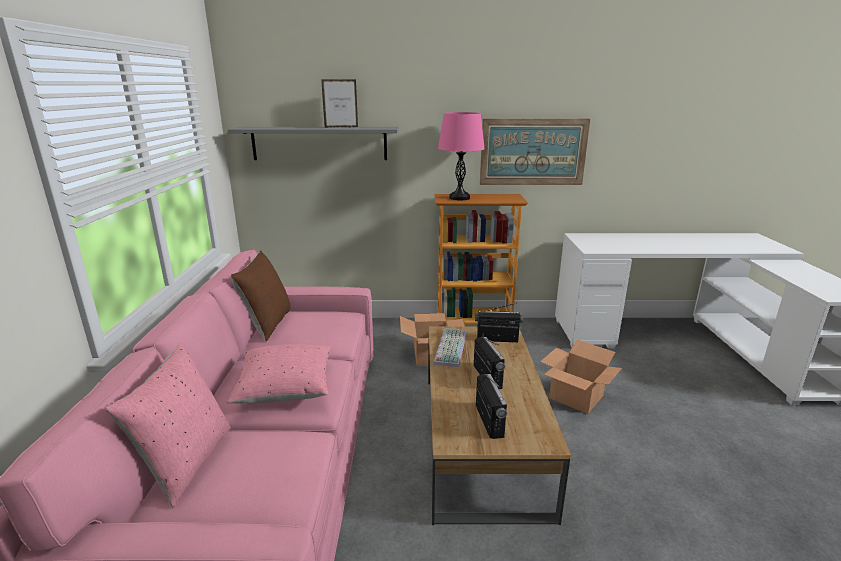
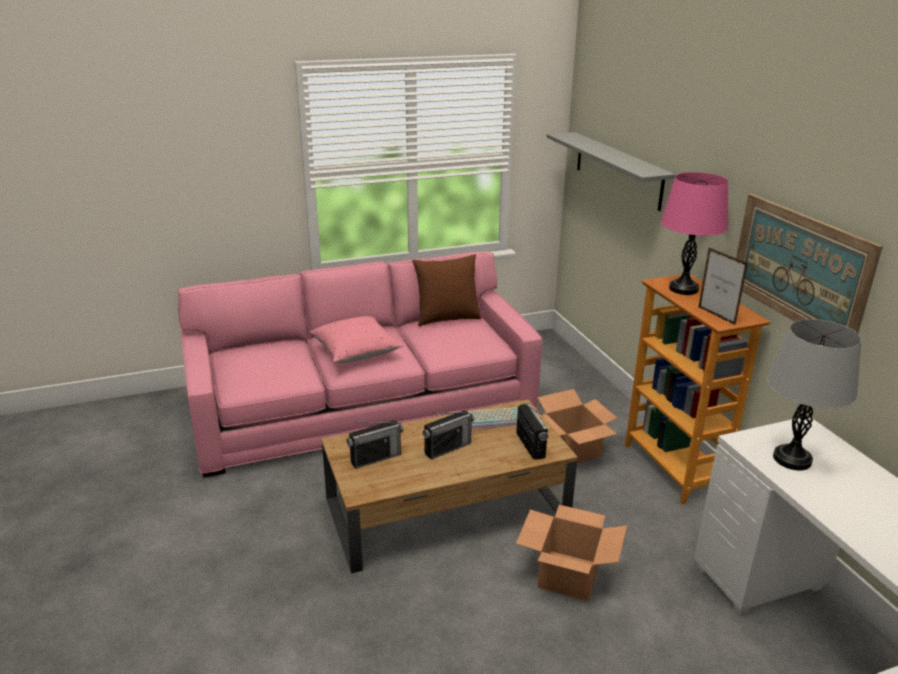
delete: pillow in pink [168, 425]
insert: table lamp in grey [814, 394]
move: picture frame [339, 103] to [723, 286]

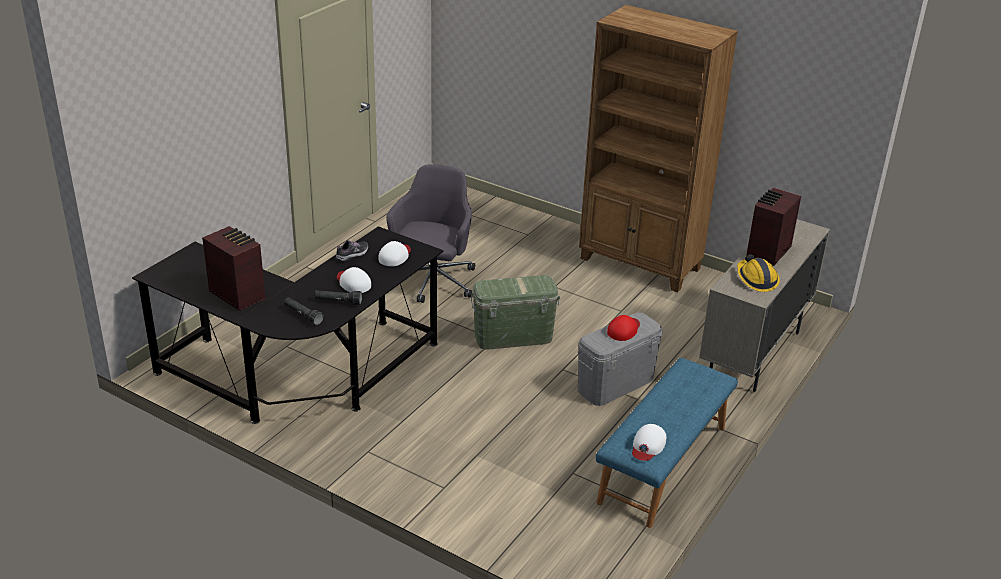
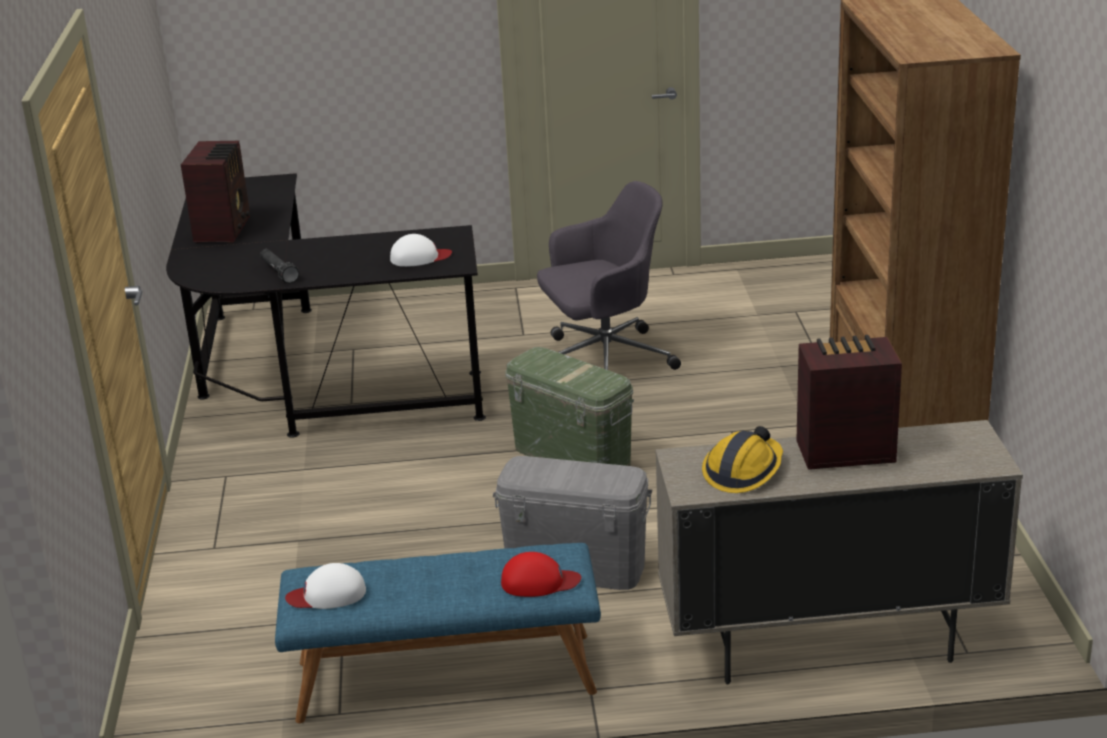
delete: flashlight in black [304, 311]; shoe [352, 251]; cap in white [354, 280]
move: cap in red [623, 328] to [541, 574]

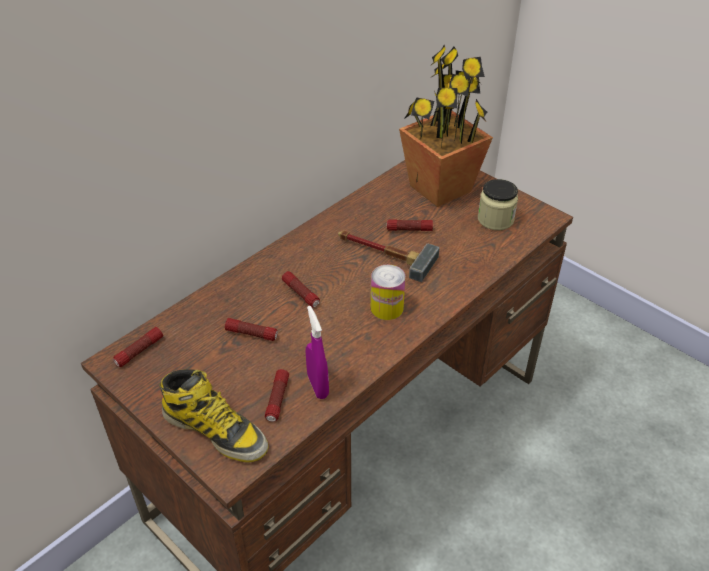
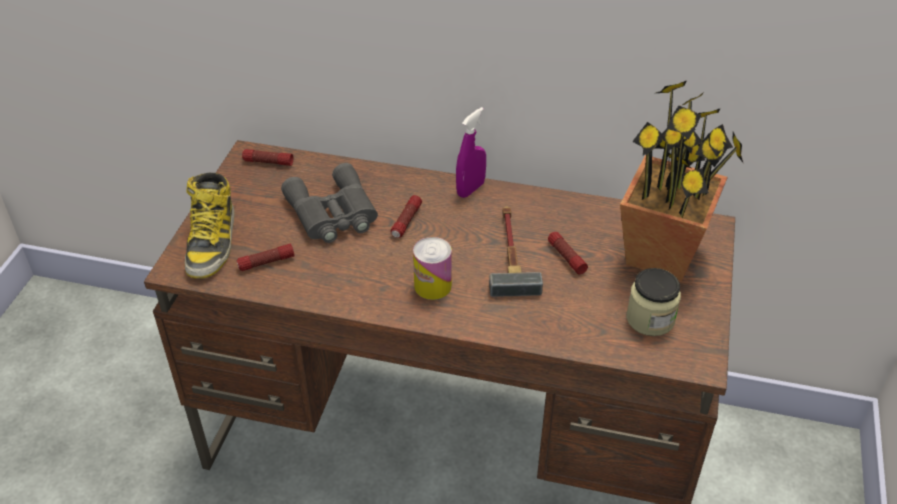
move: spray bottle in purple [317, 352] to [471, 152]
replace: flashlight [251, 329] to binoculars in grey [329, 203]

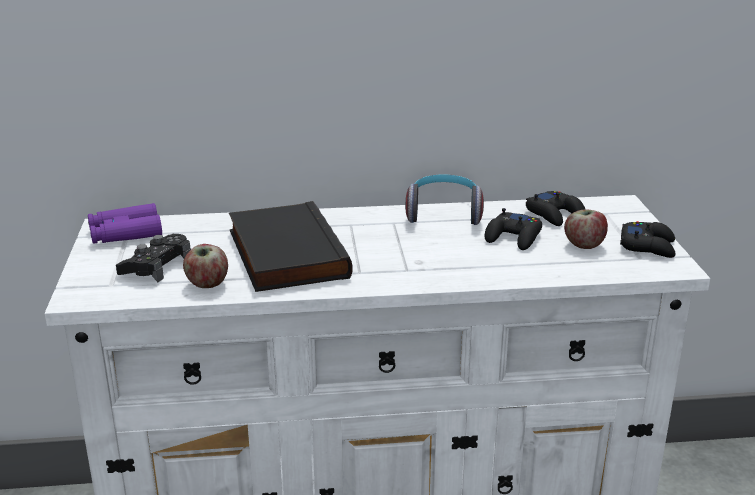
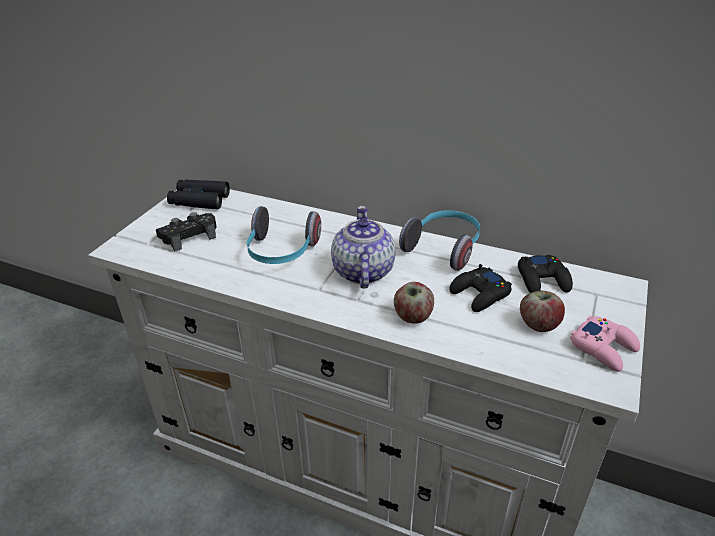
insert: teapot [363, 247]
move: apple [205, 266] to [414, 303]
replace: book in black [290, 246] to headphones [284, 235]
recolor: binoculars in purple [125, 223] to binoculars in black [198, 194]; game controller in black [647, 239] to game controller in pink [605, 344]

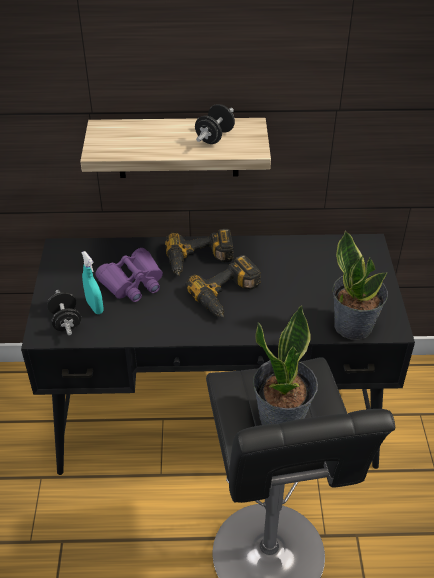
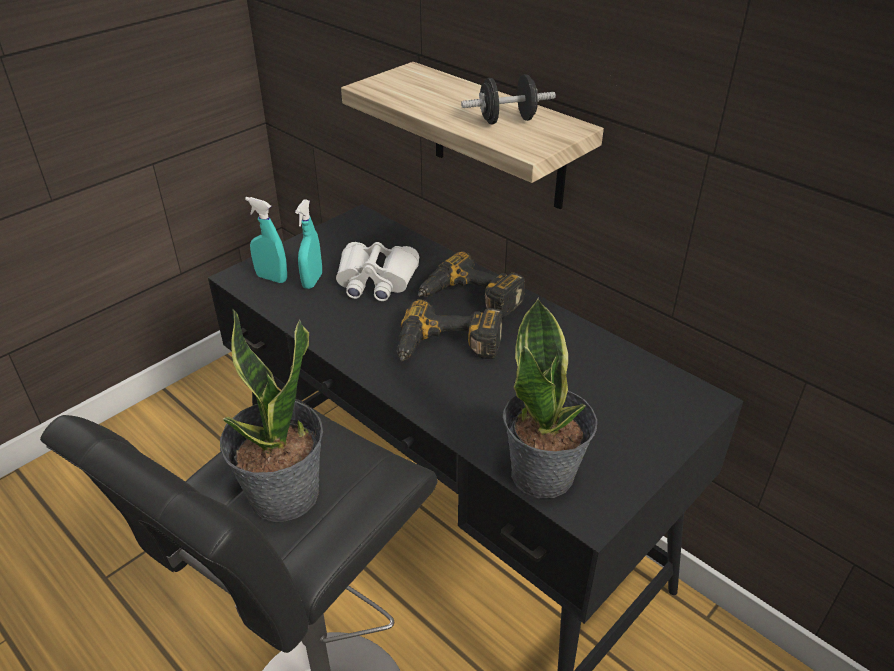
replace: dumbbell in black [64, 313] to spray bottle in turquoise [266, 240]
recolor: binoculars in purple [129, 275] to binoculars in white [377, 271]

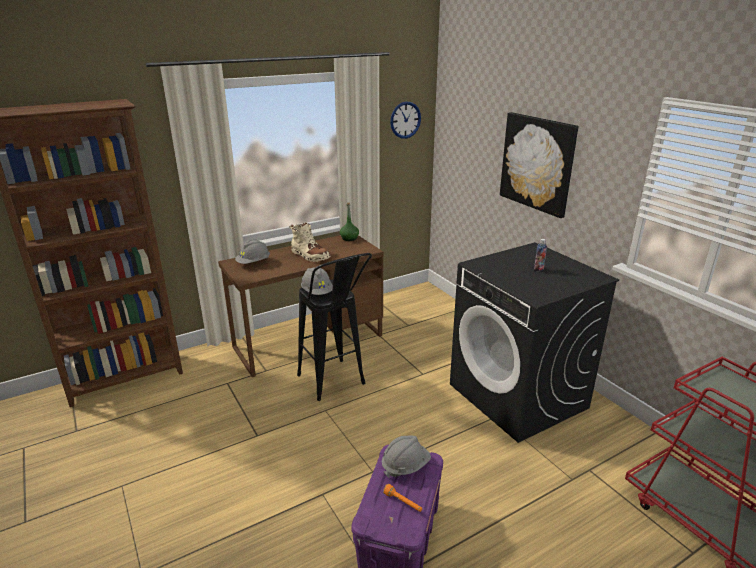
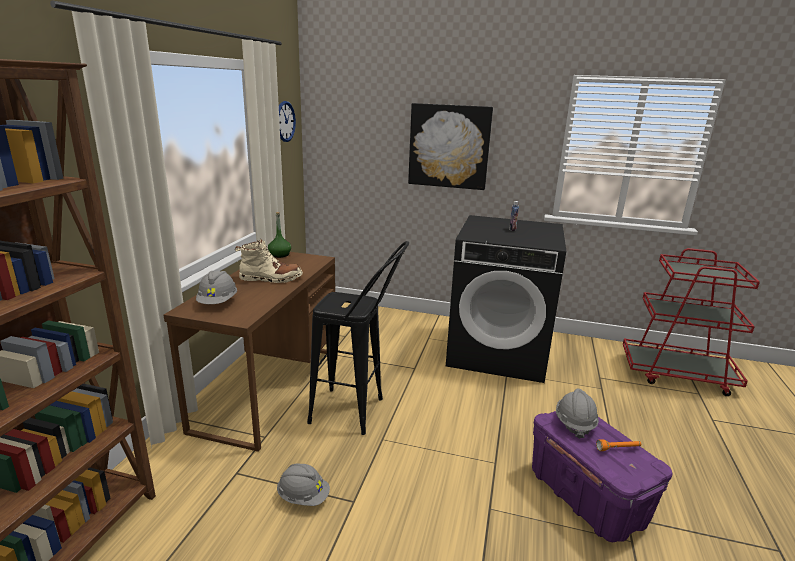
move: hard hat in grey [317, 281] to [303, 485]

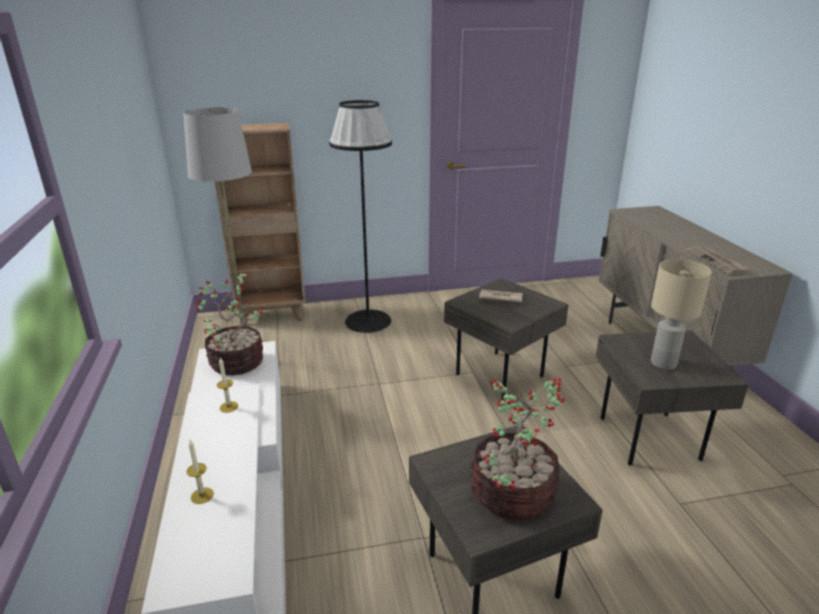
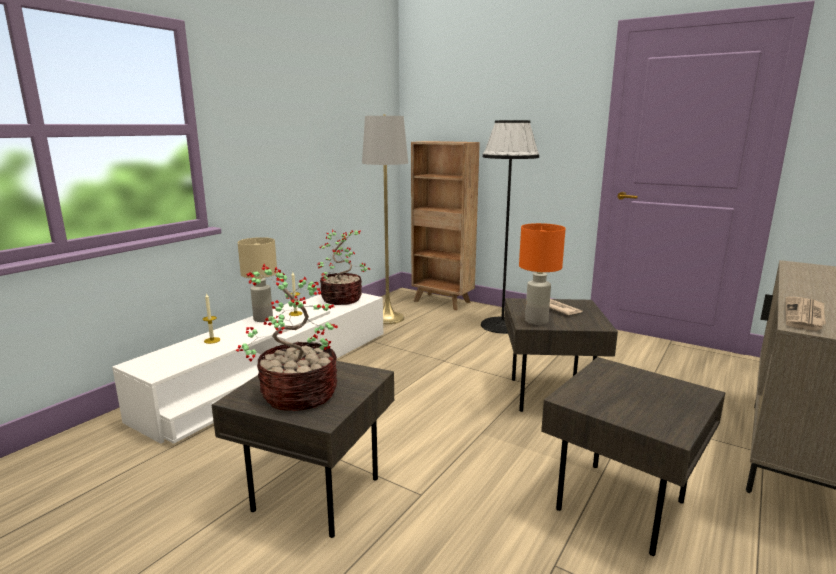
insert: table lamp in orange [542, 274]
move: table lamp in beige [681, 314] to [257, 279]

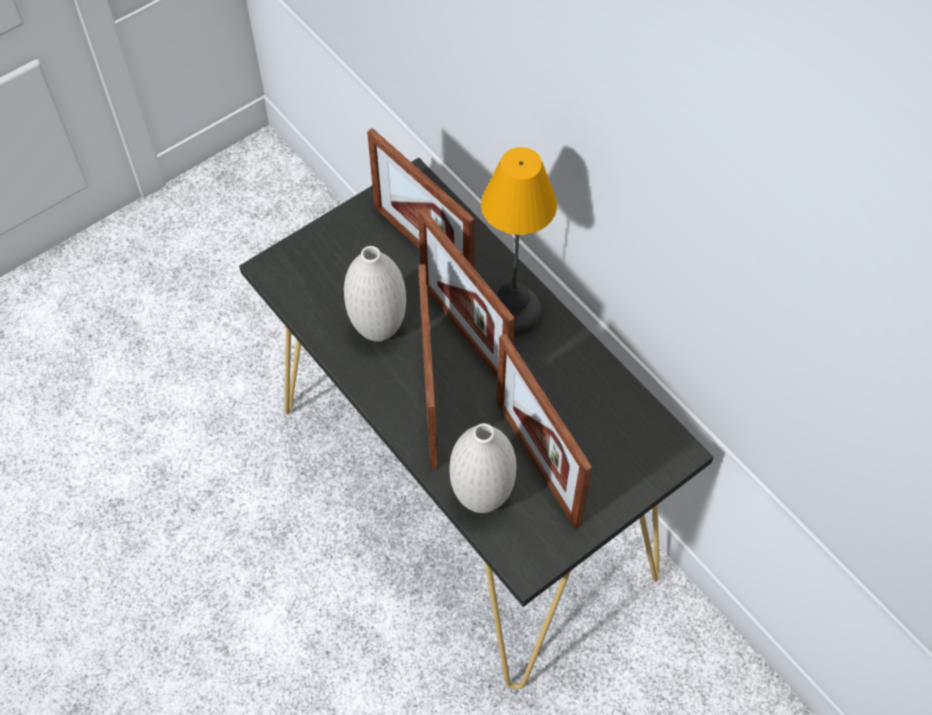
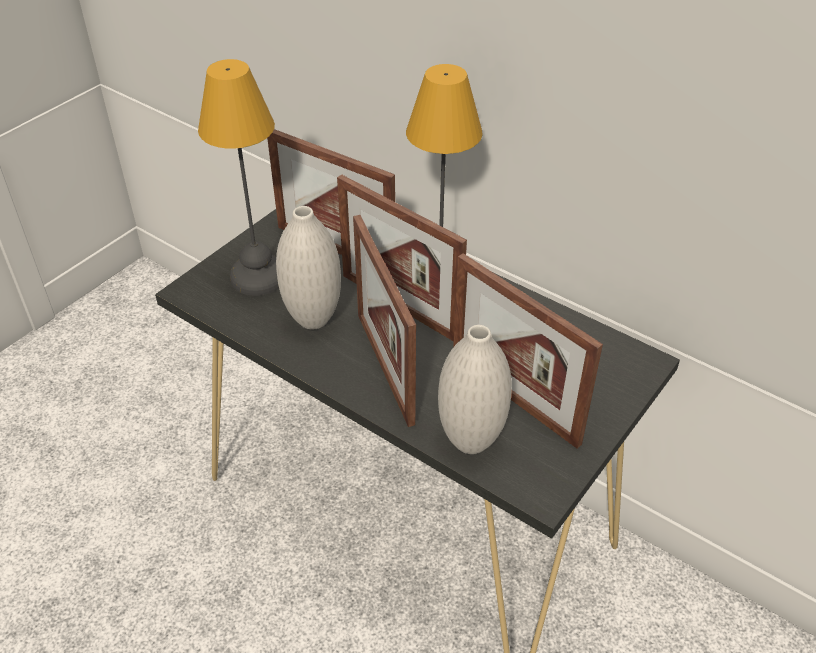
insert: table lamp [238, 177]

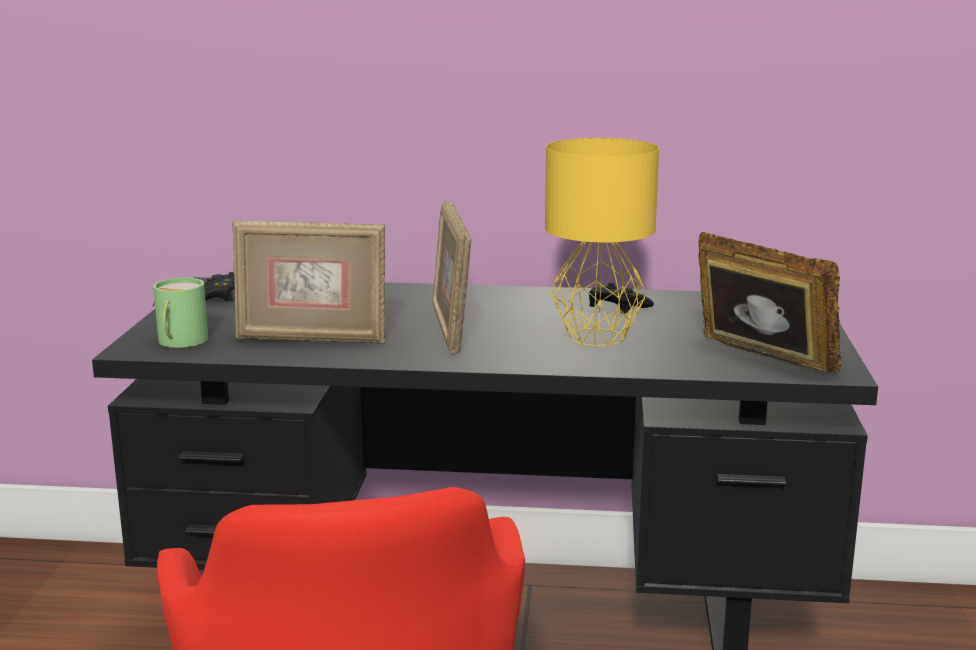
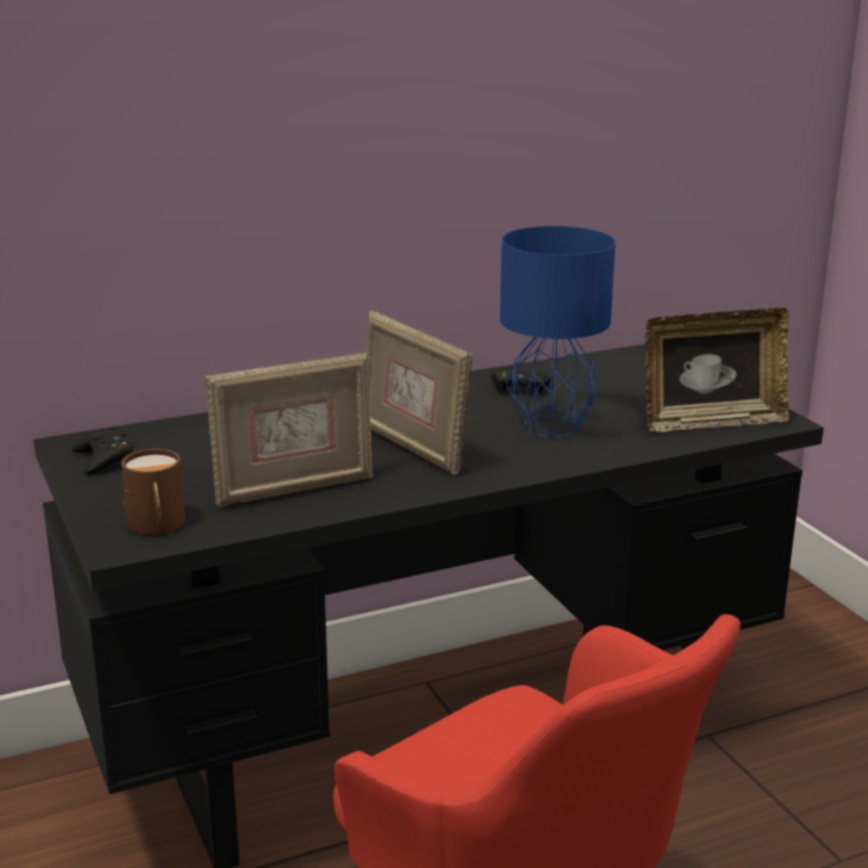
recolor: mug in green [180, 313] to mug in brown [153, 492]; table lamp in yellow [602, 242] to table lamp in blue [558, 331]
rotate: picture frame [769, 302] = [717, 370] 150 degrees clockwise

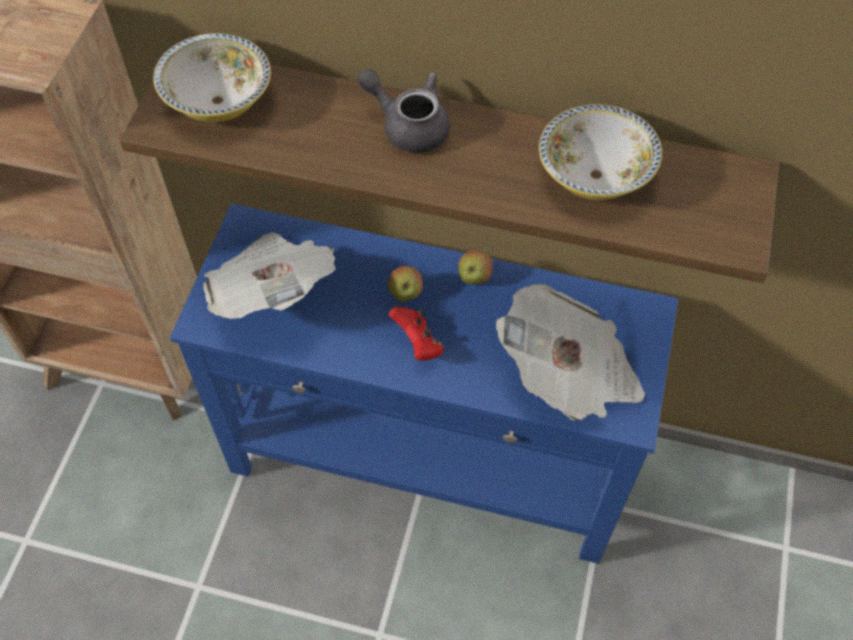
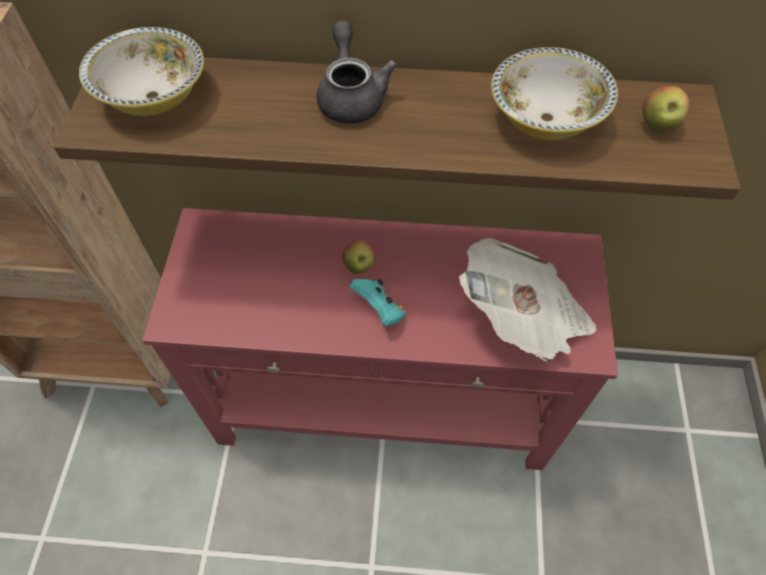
delete: newspaper [269, 275]
move: apple [475, 267] to [665, 108]
recolor: console table in blue [424, 384] to console table in red [380, 339]; game controller in red [416, 334] to game controller in turquoise [378, 302]
rotate: teapot in grey [403, 111] = [356, 72] 60 degrees clockwise

